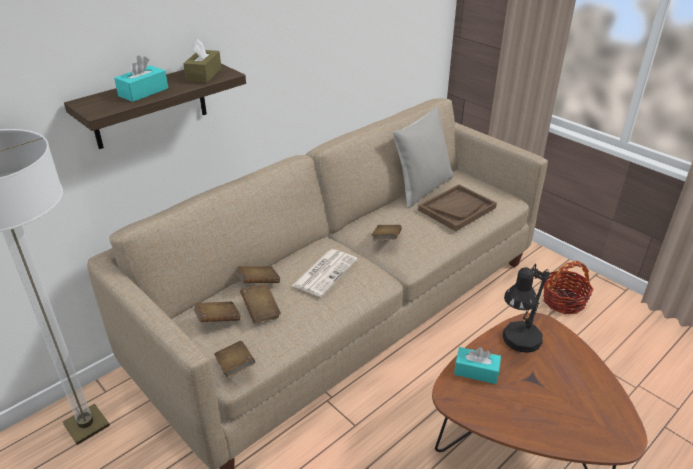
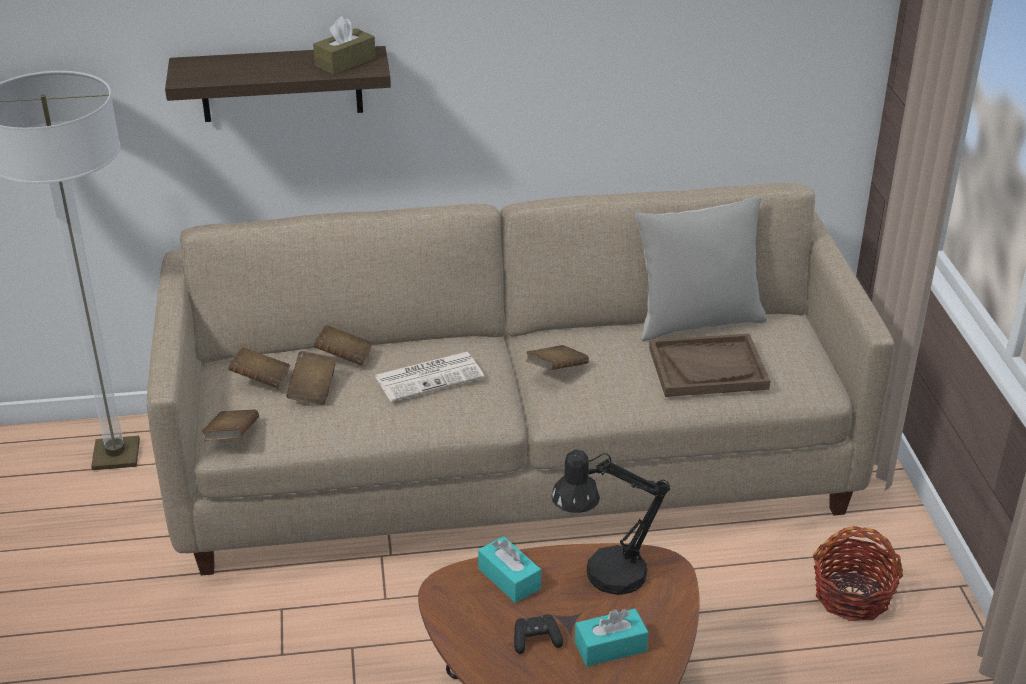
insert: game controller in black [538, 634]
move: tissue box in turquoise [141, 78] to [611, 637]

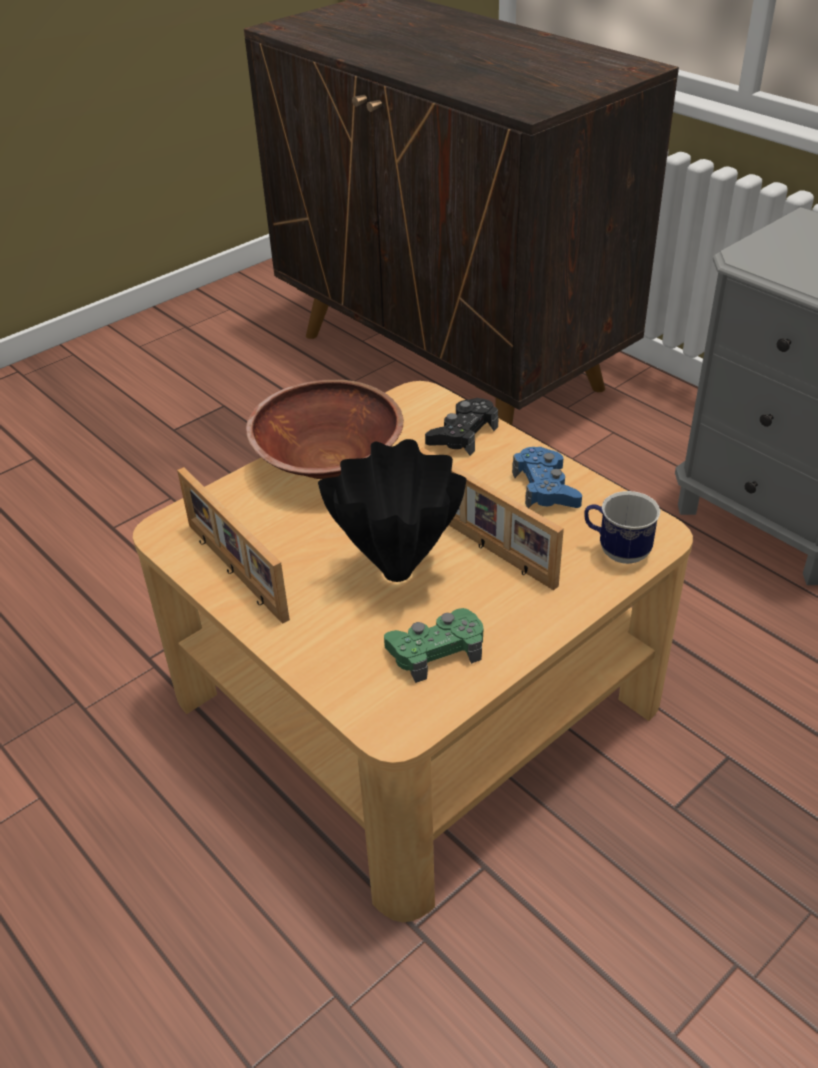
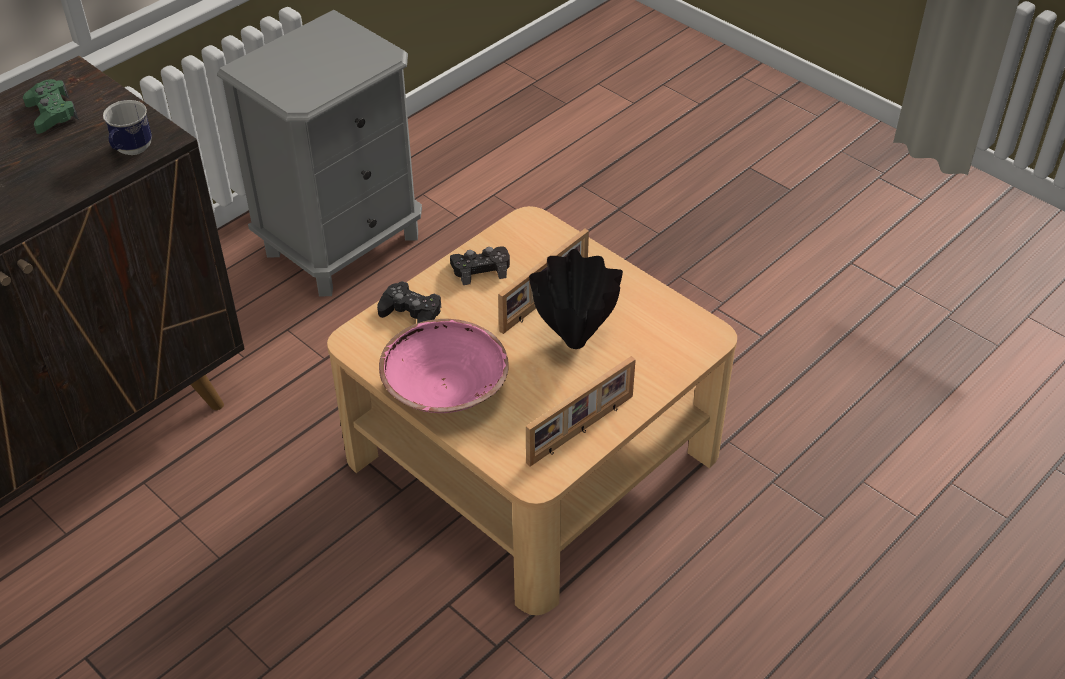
move: game controller in green [433, 645] to [51, 106]; mug [622, 527] to [127, 127]
recolor: bowl in brown [325, 429] to bowl in pink [444, 366]; game controller in blue [547, 477] to game controller in black [480, 265]

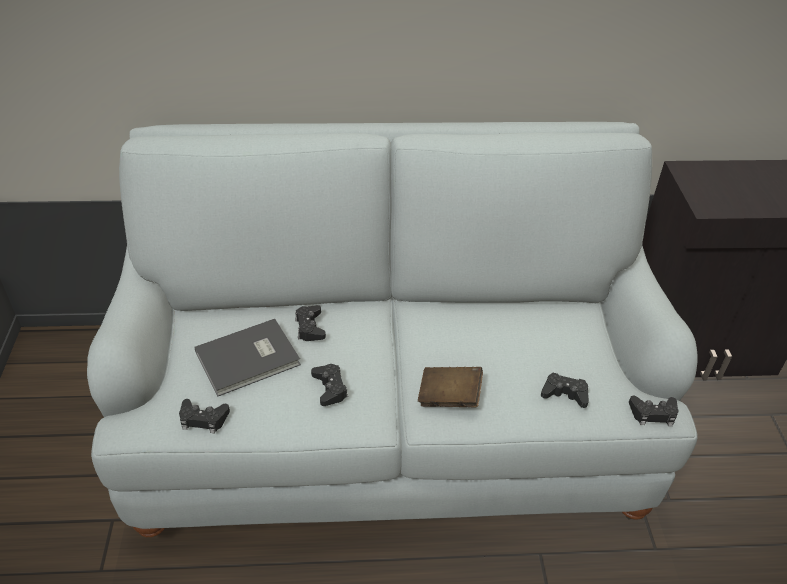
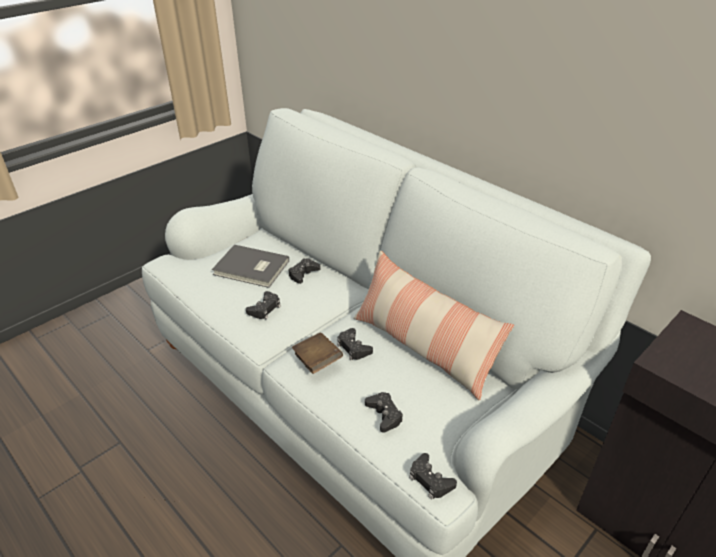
insert: pillow [433, 325]
move: game controller in black [204, 416] to [355, 344]

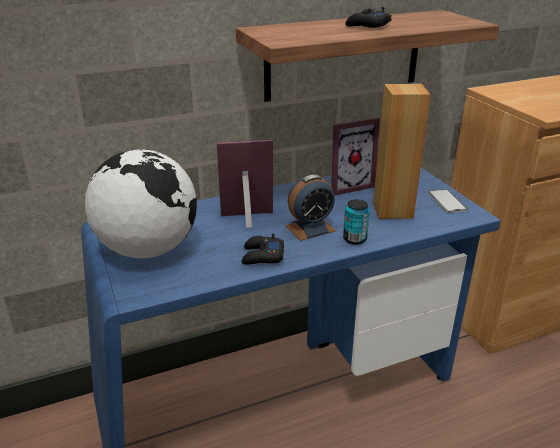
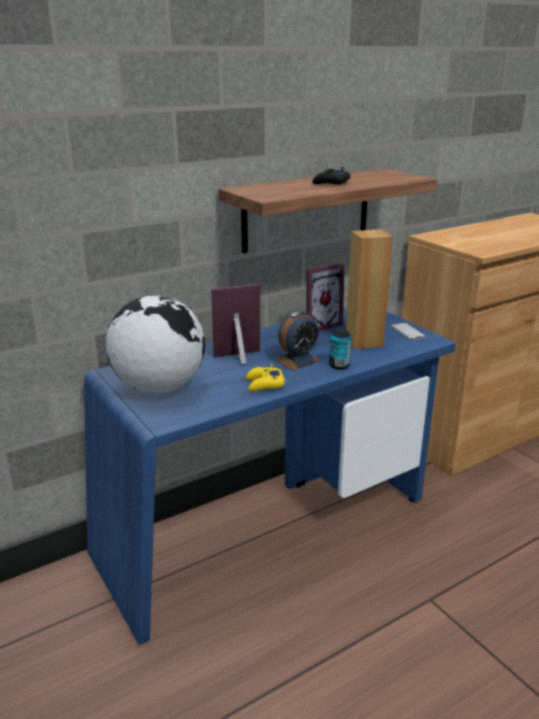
recolor: game controller in black [263, 249] to game controller in yellow [265, 377]

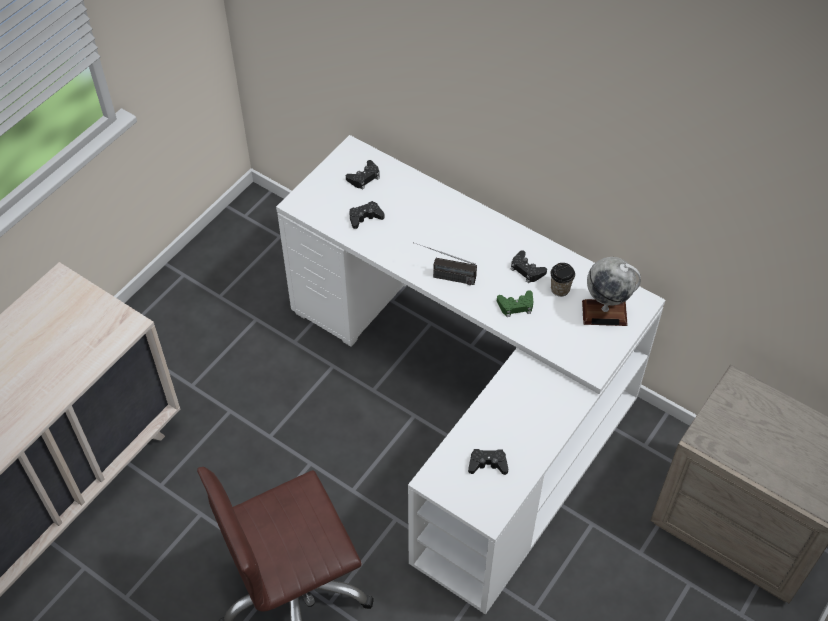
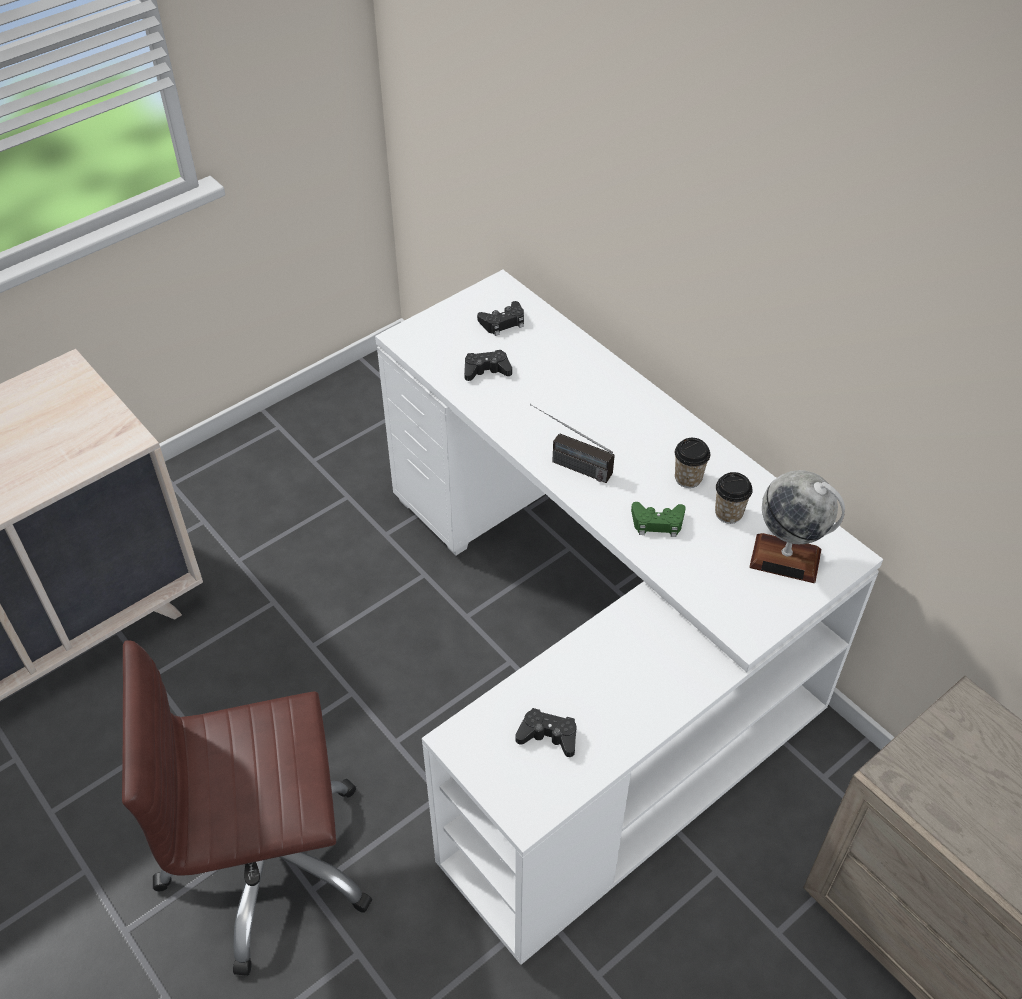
replace: game controller in black [529, 266] to cup [692, 463]

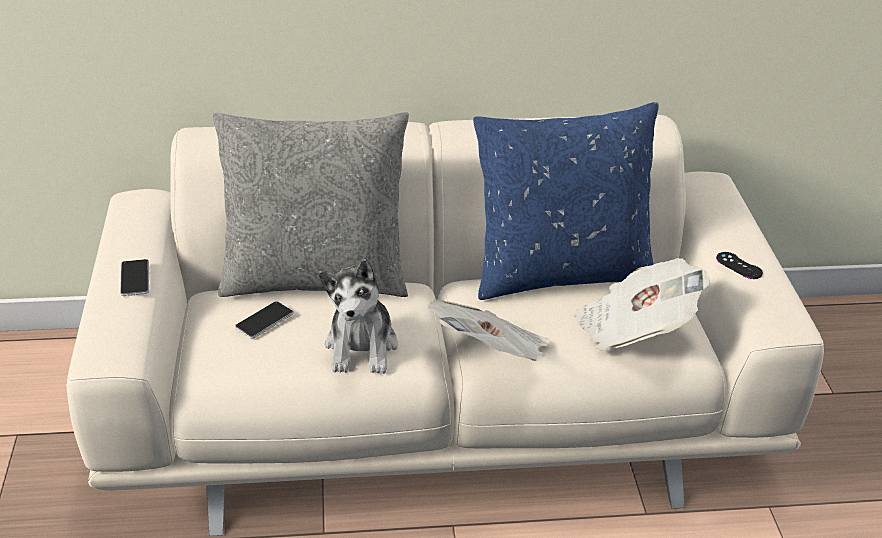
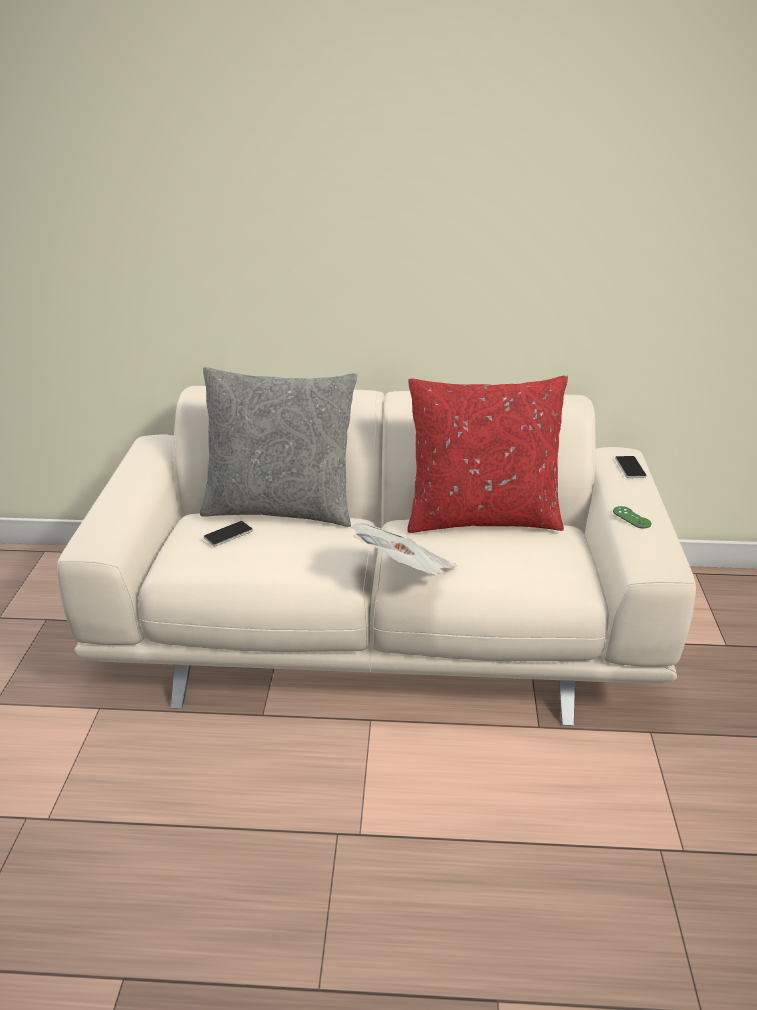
delete: plush toy [358, 316]; newspaper [642, 304]
move: phone [134, 277] to [631, 467]
recolor: pillow in blue [566, 201] to pillow in red [487, 454]; game controller in black [739, 265] to game controller in green [632, 517]

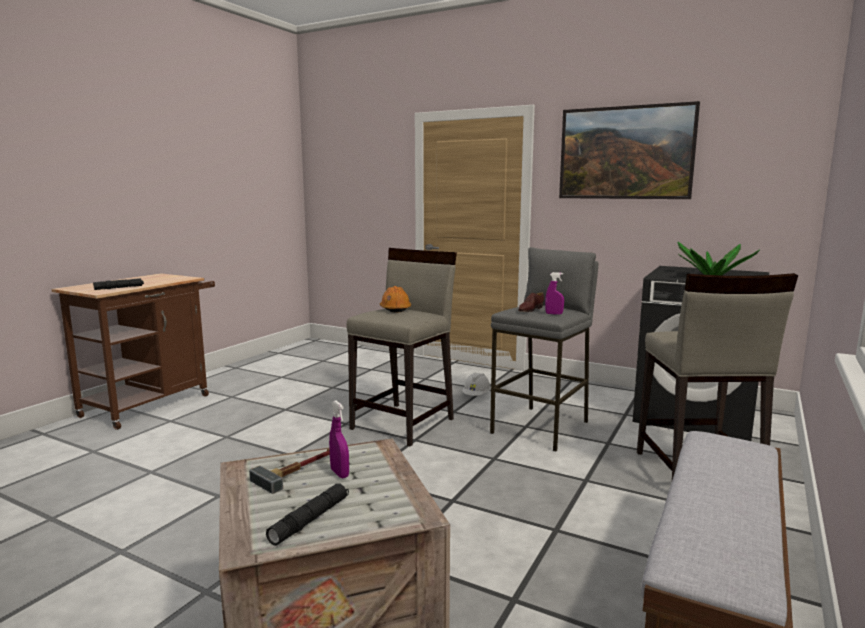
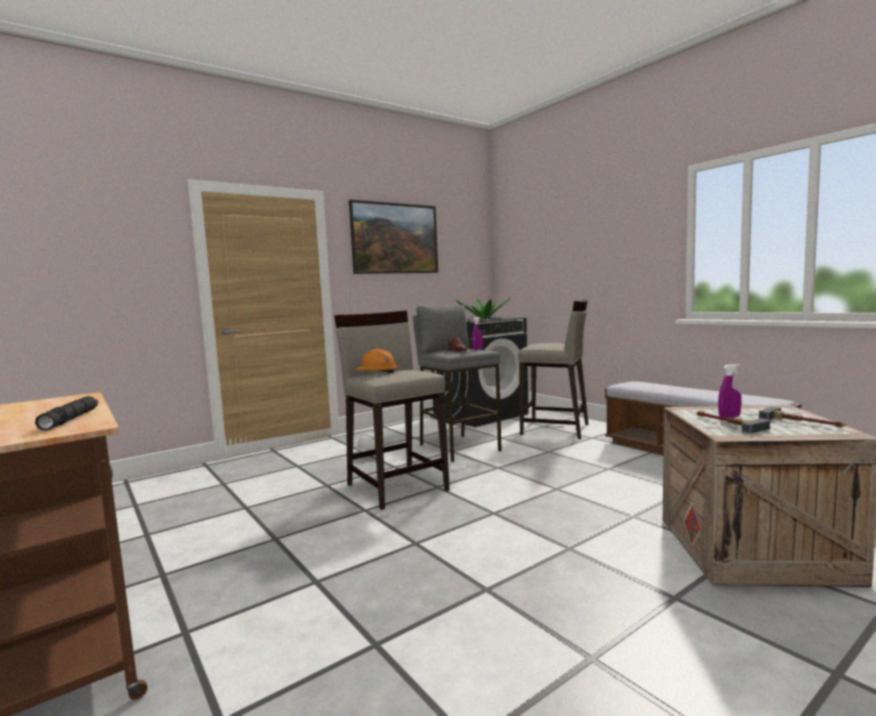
replace: flashlight in black [307, 514] to hammer [802, 417]

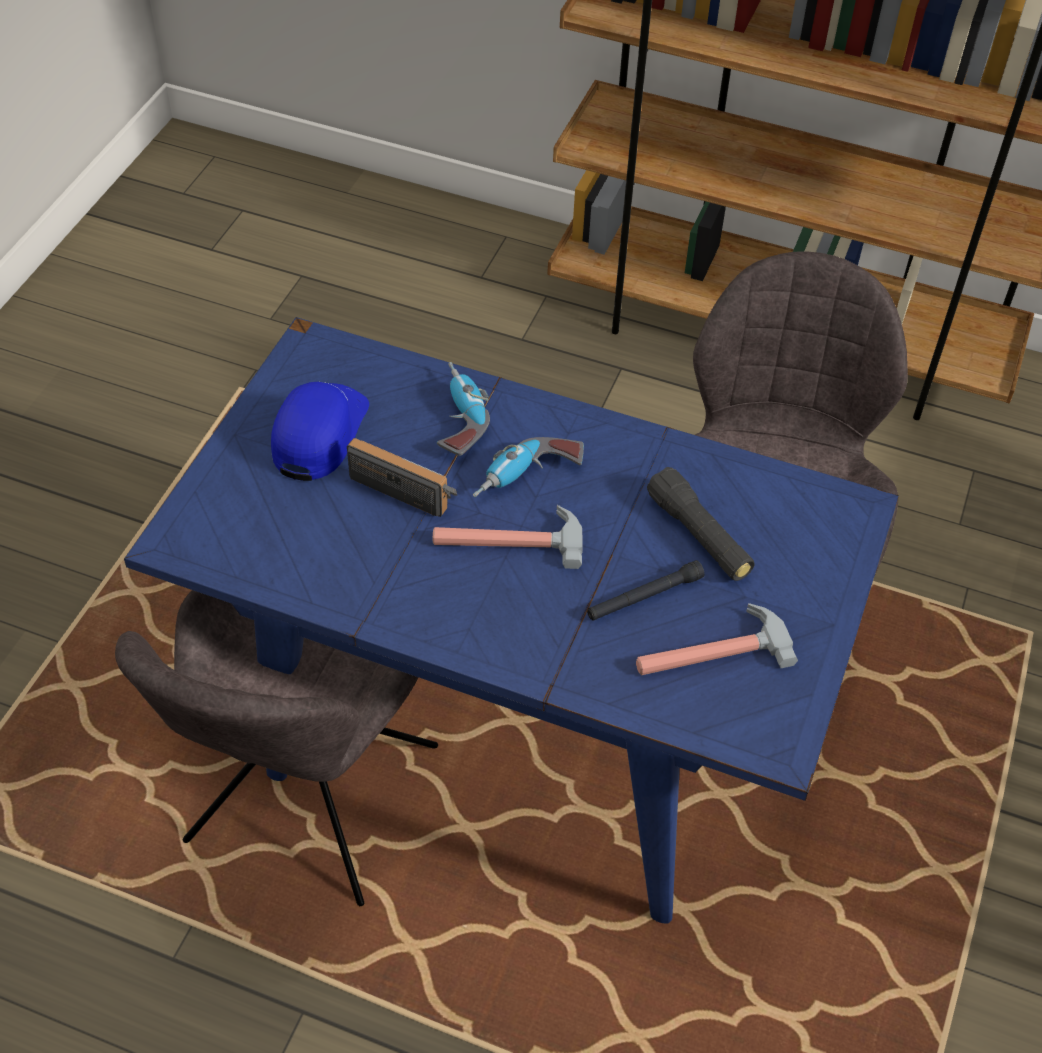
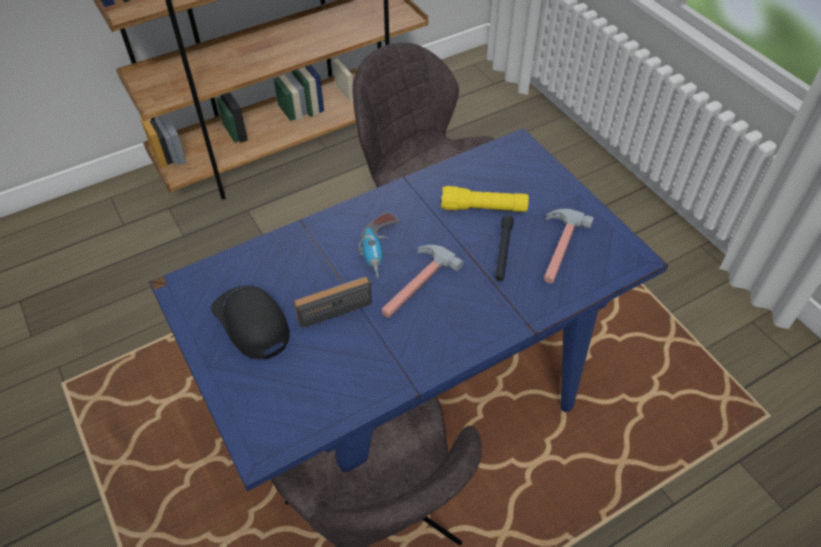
delete: power drill [463, 409]
recolor: cap in blue [320, 431] to cap in black [250, 322]; flashlight in black [700, 524] to flashlight in yellow [485, 199]

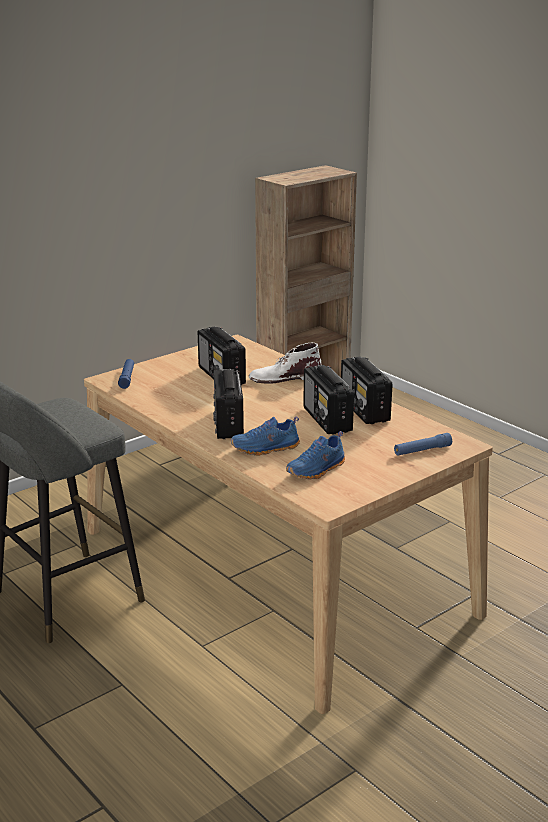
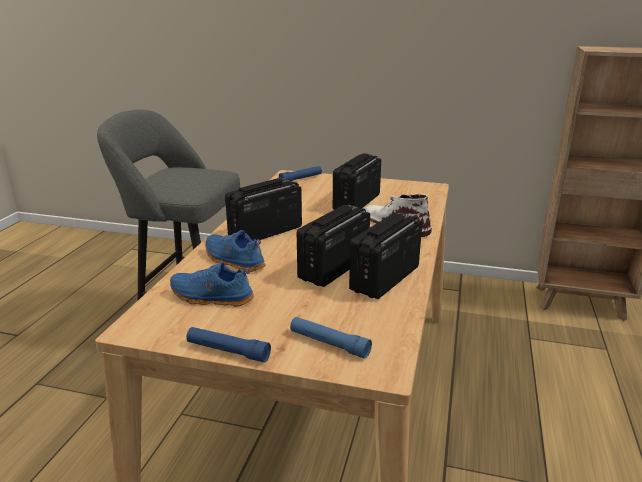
insert: flashlight in blue [228, 345]

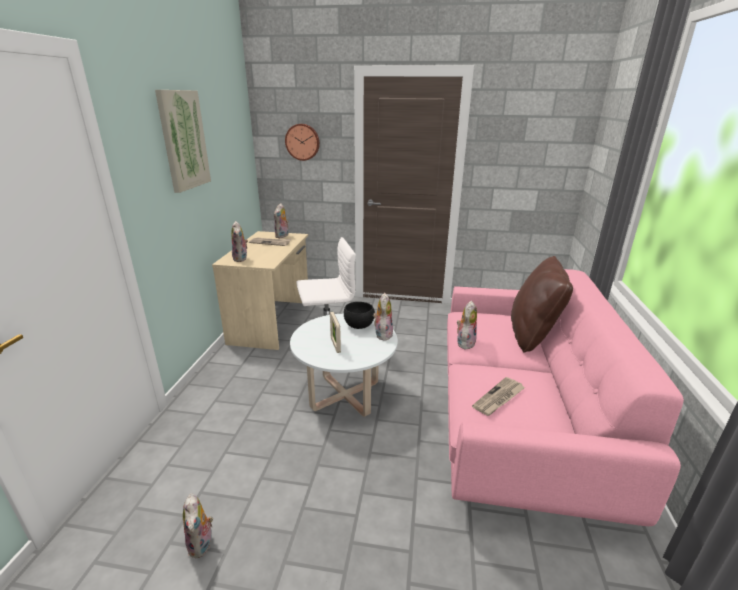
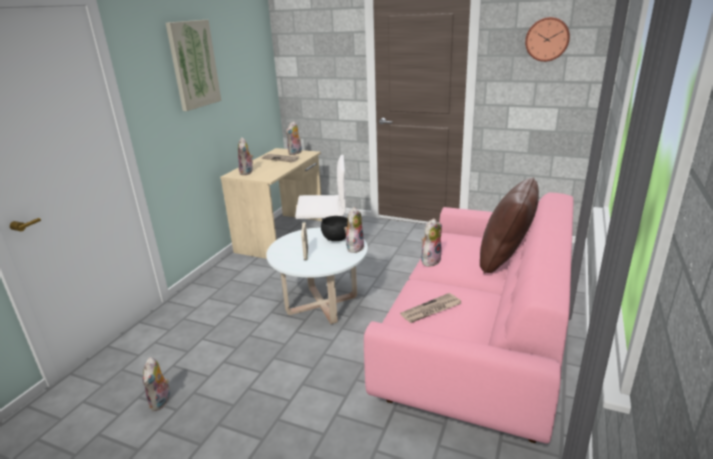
move: wall clock [302, 142] to [547, 39]

